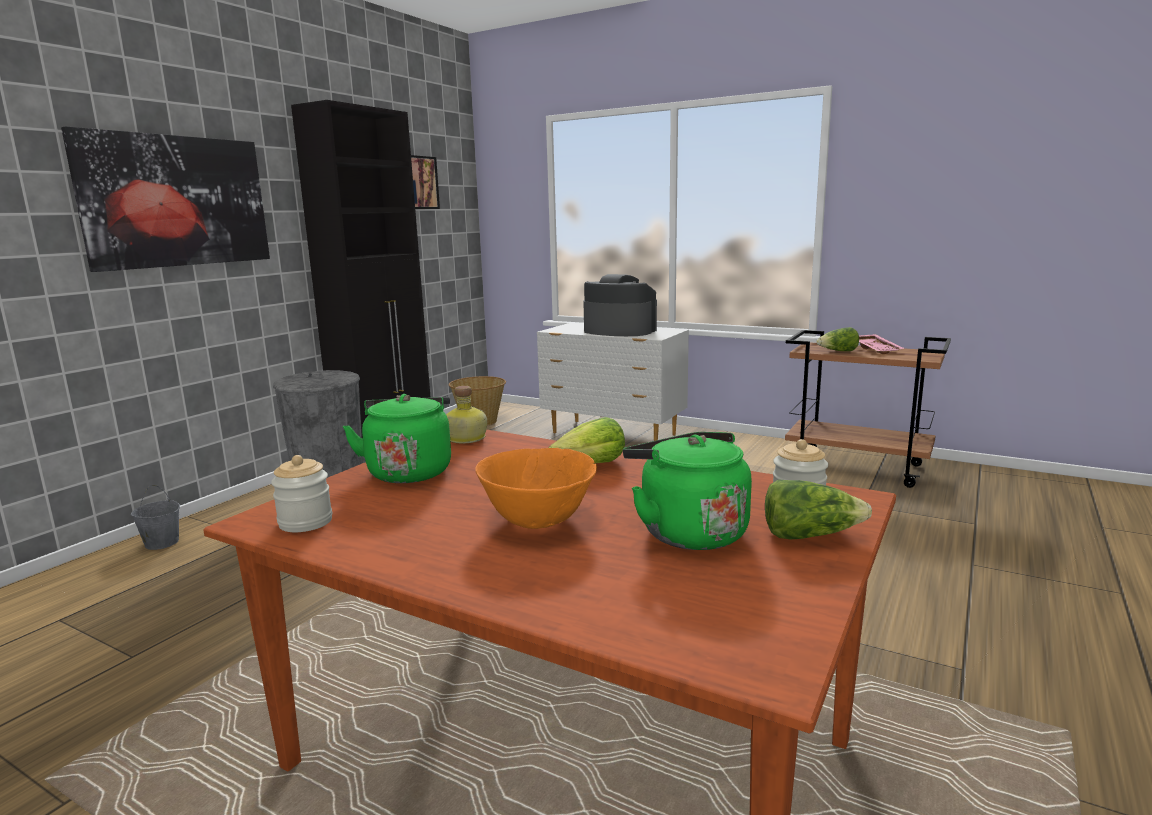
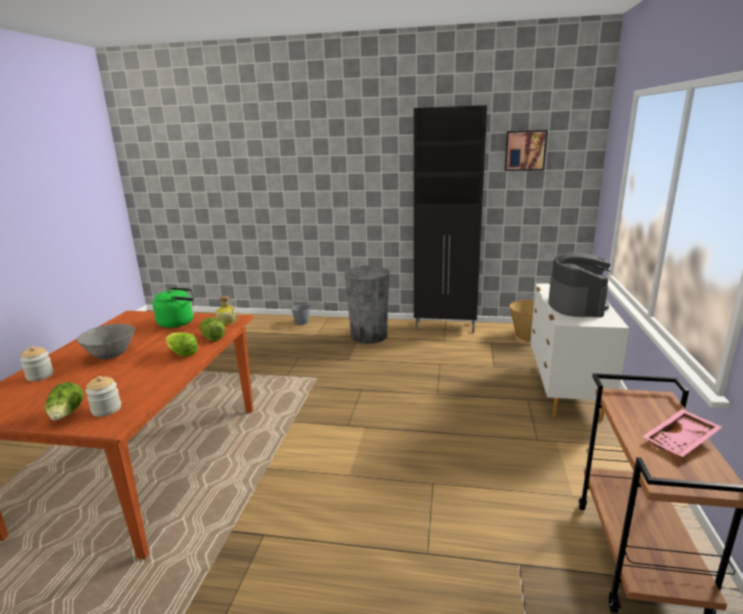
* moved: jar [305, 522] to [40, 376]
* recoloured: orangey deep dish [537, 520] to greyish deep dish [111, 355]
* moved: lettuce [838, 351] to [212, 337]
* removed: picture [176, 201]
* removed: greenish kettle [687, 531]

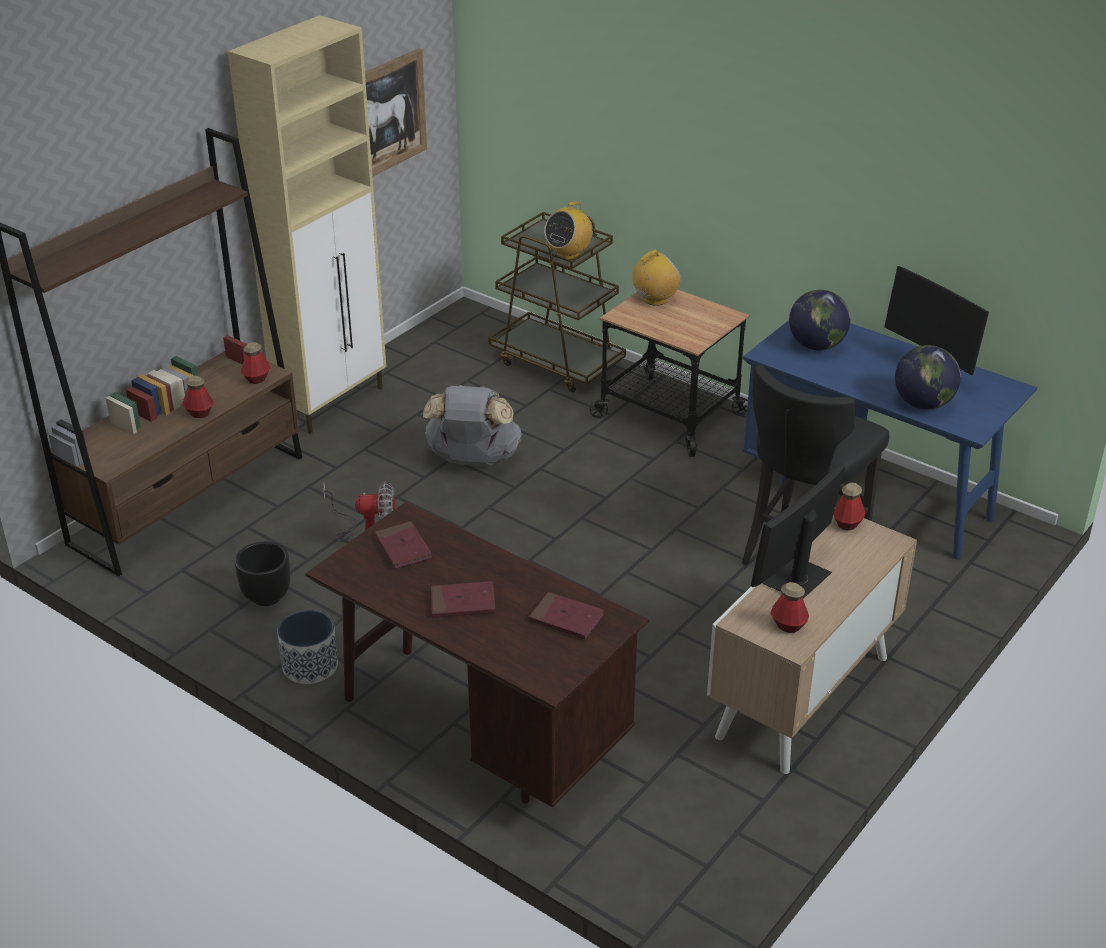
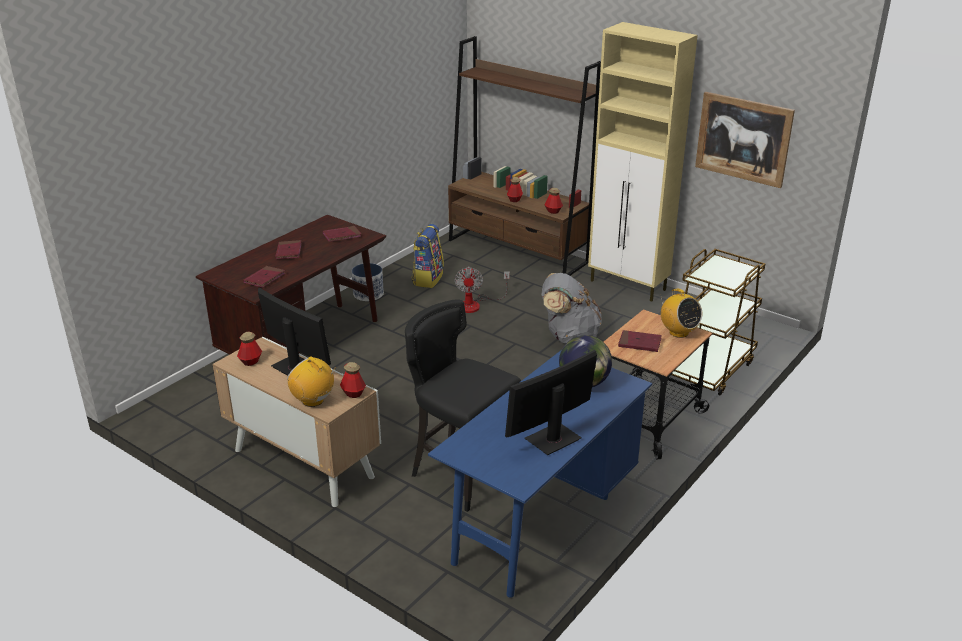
* moved: radio [568, 254] to [313, 400]
* replaced: black flower pot [266, 597] to knapsack [427, 278]
* added: red bound book [639, 343]
* removed: globe [923, 404]

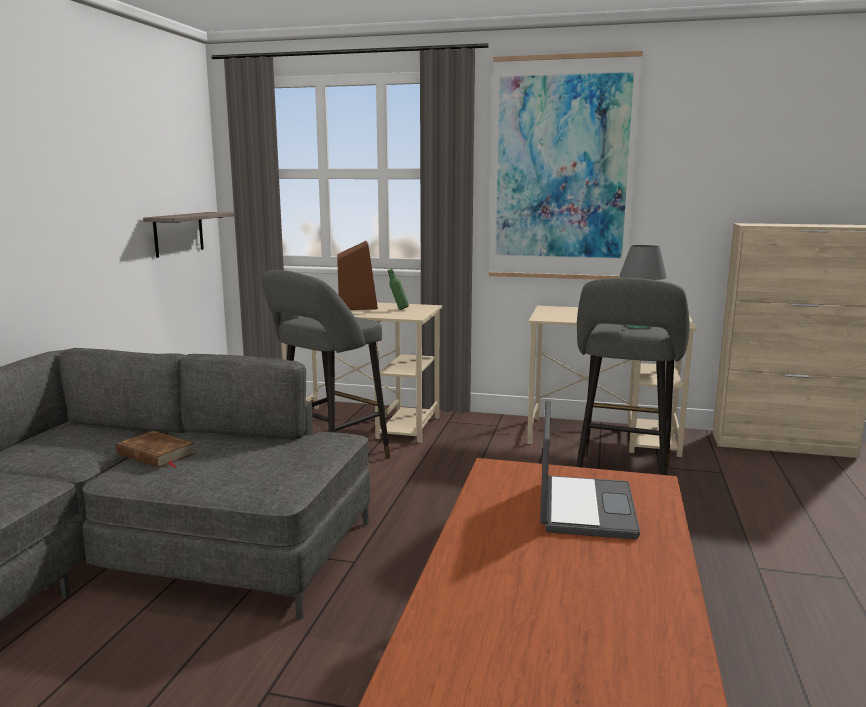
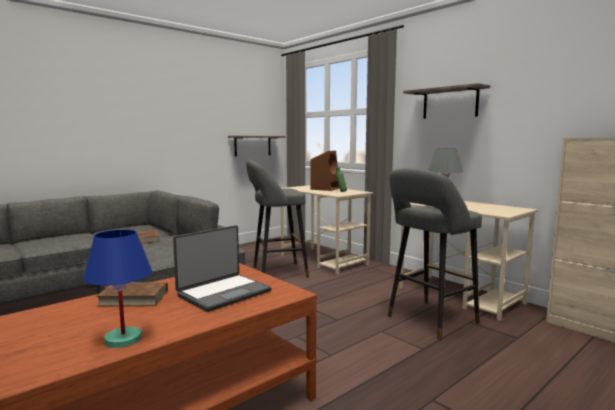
* added: blue lamp for a table [123, 340]
* added: brown-coloured bound book [133, 298]
* replaced: picture [561, 170] to bracket shelf [450, 103]

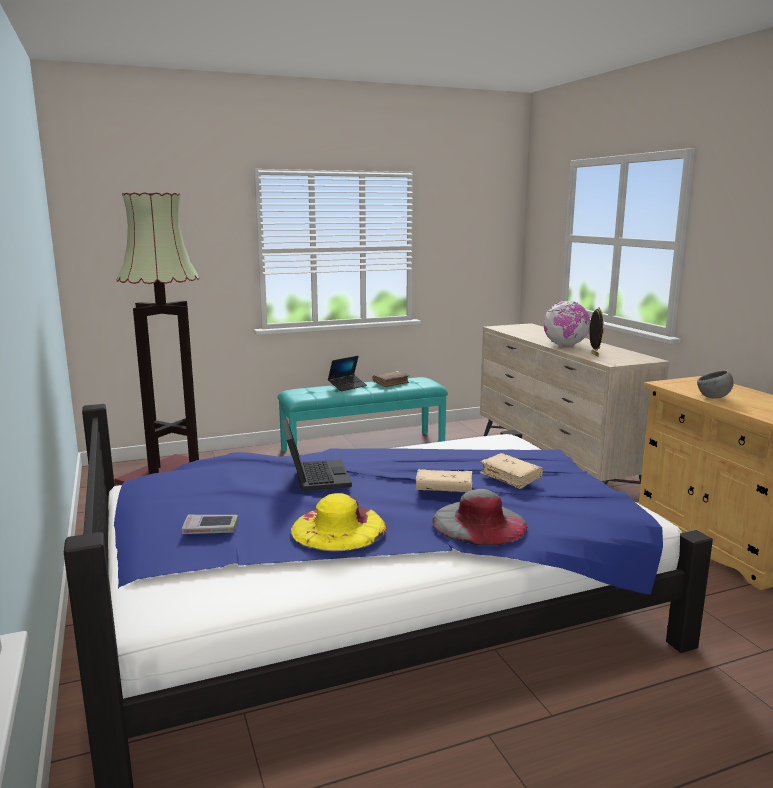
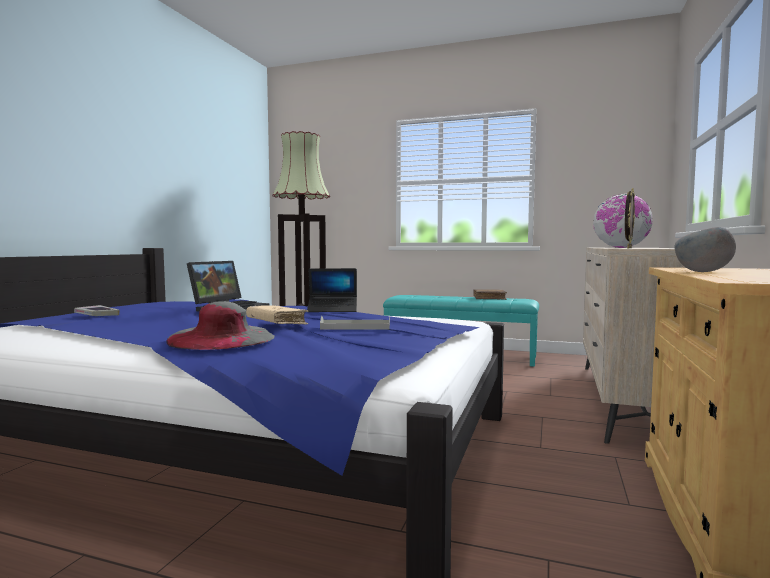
* moved: laptop [347, 386] to [332, 310]
* replaced: sand-coloured bound book [510, 477] to greyish tray [355, 327]
* removed: yellow-coloured hat [339, 528]

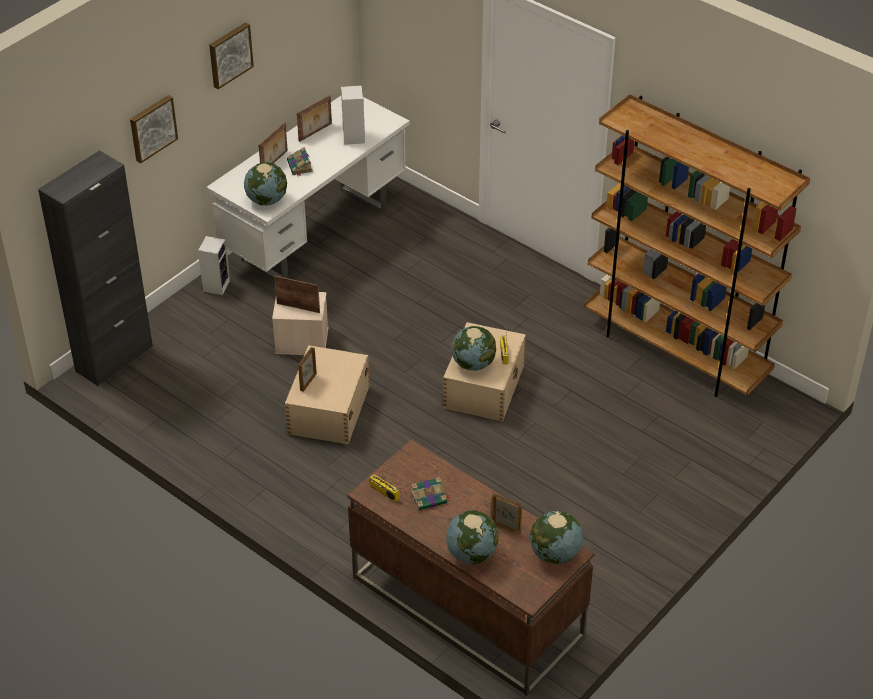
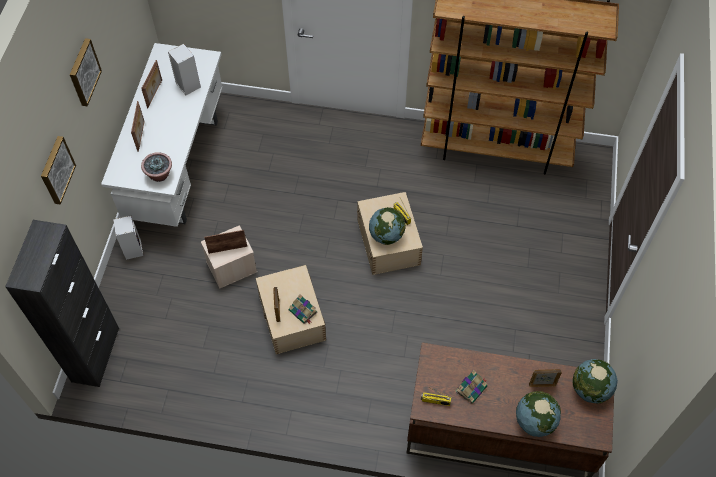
* replaced: globe [266, 200] to plant in a pot [159, 175]
* moved: bound book [300, 166] to [303, 311]

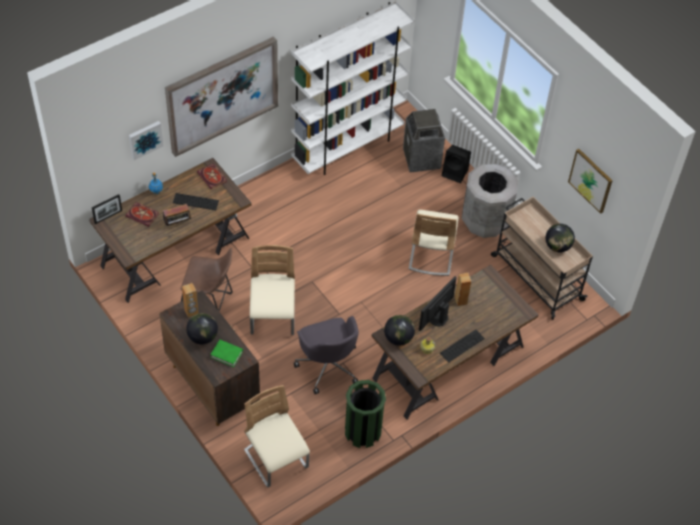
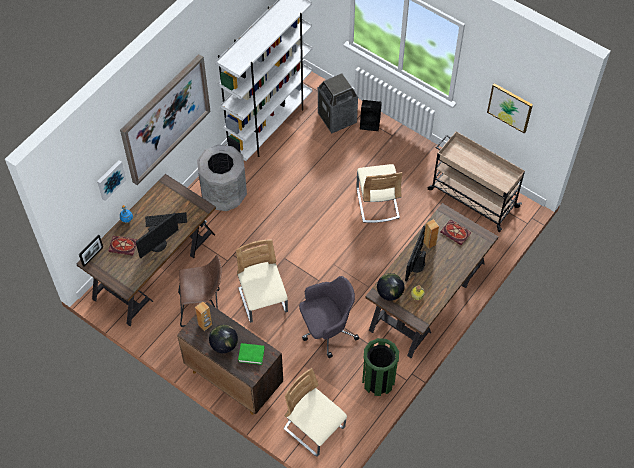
* replaced: radio [178, 223] to monitor [158, 245]
* moved: greyish waste bin [485, 221] to [224, 194]
* turned: greyish desk chair [328, 365] = [326, 330] 75 degrees counterclockwise
* moved: bound book [213, 177] to [456, 233]
* removed: PC keyboard [462, 346]
* removed: globe [557, 246]

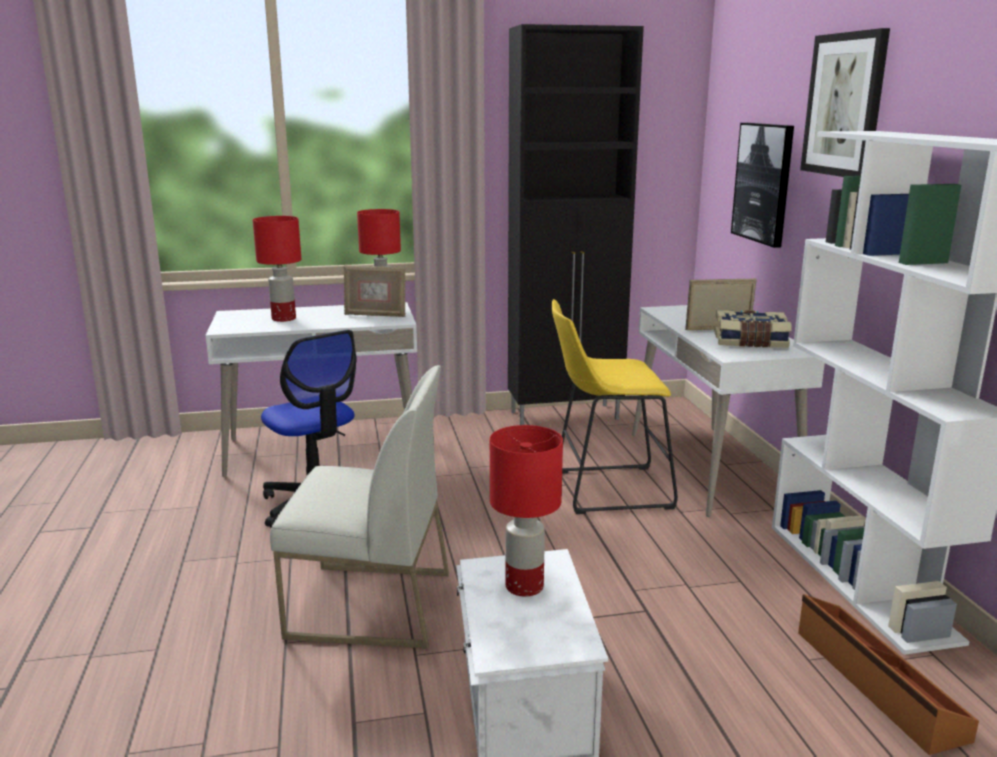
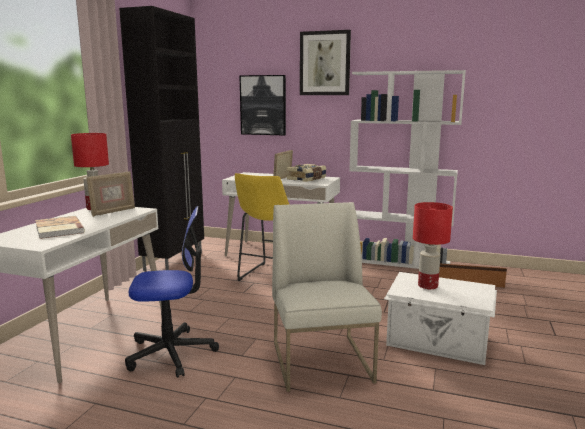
* replaced: red lamp for a table [283, 319] to bound book [58, 229]
* turned: white chair [368, 605] = [322, 362] 45 degrees counterclockwise

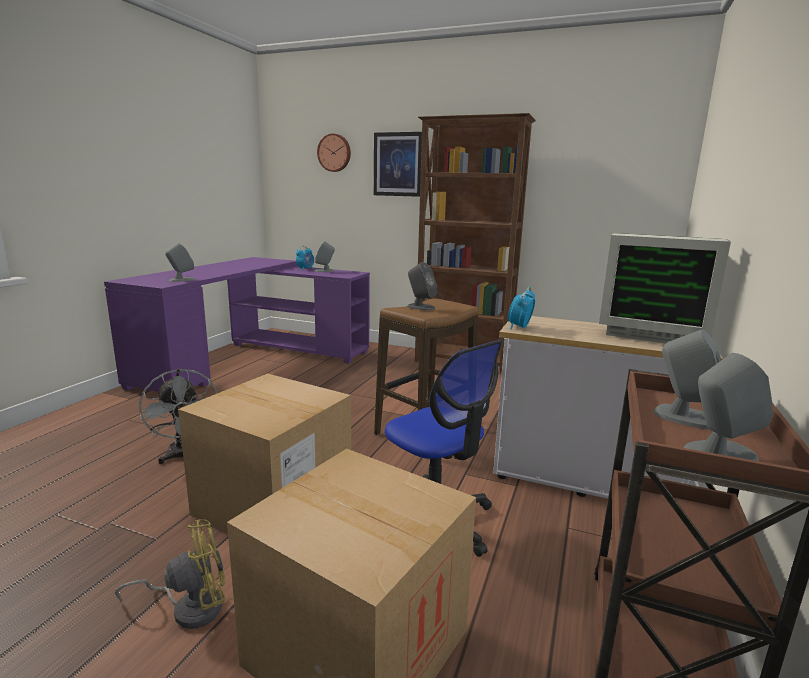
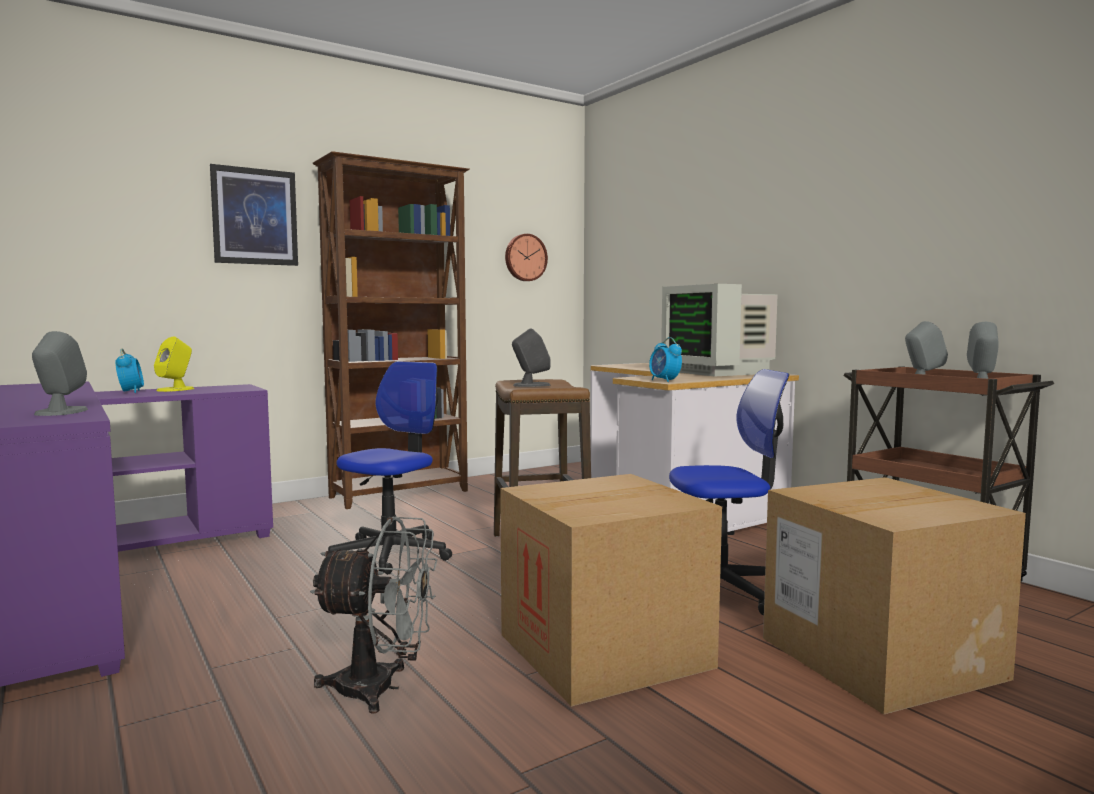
* recoloured: greyish loudspeaker [324, 270] to yellow-coloured loudspeaker [176, 389]
* added: desk chair [391, 554]
* moved: clock on the wall [334, 153] to [525, 257]
* turned: monitor [651, 331] = [719, 372] 90 degrees clockwise
* removed: yellow-coloured fan [190, 607]

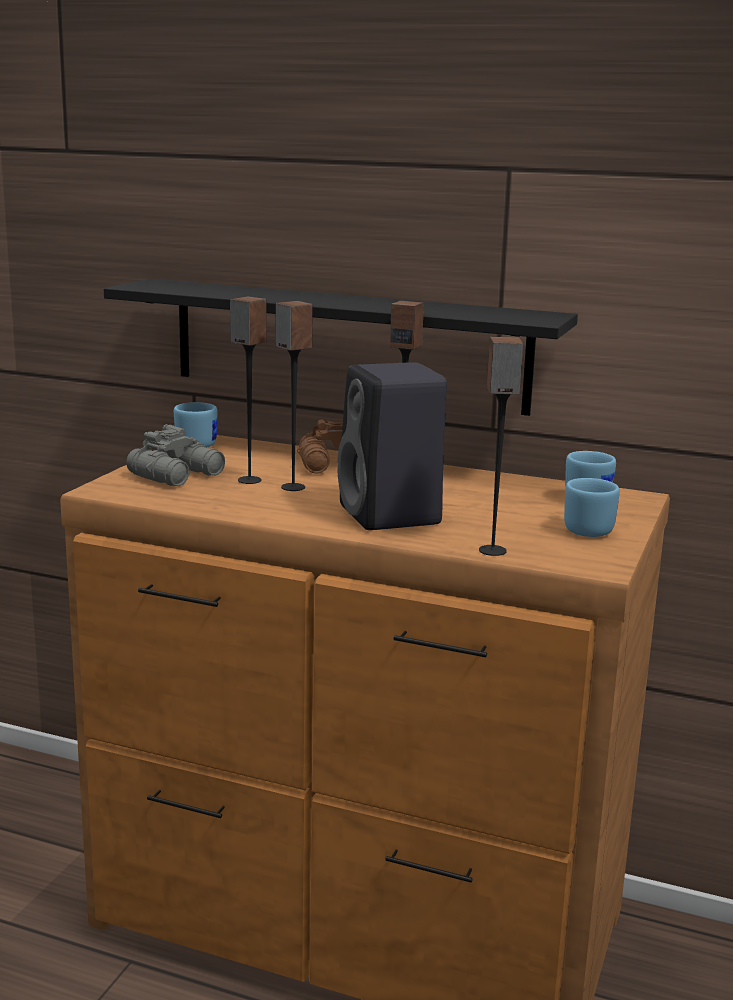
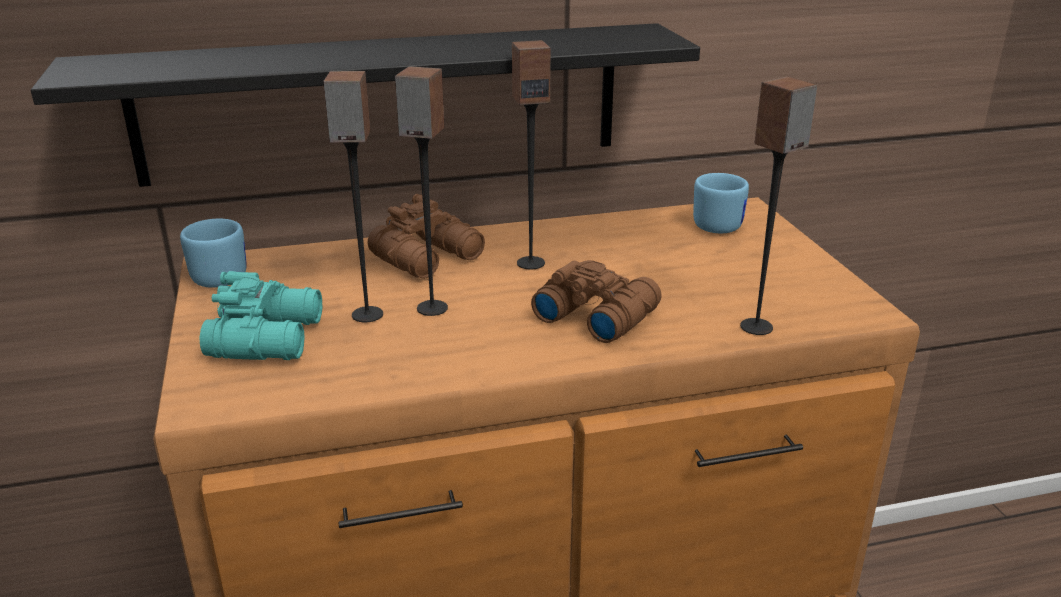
* recoloured: greyish binoculars [179, 475] to turquoise binoculars [270, 337]
* replaced: black loudspeaker [392, 516] to brown-coloured binoculars [595, 314]
* removed: blue tea mug [584, 529]

